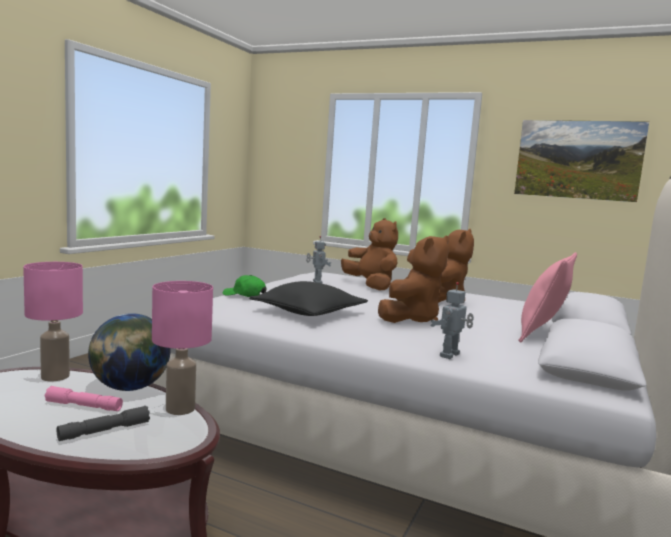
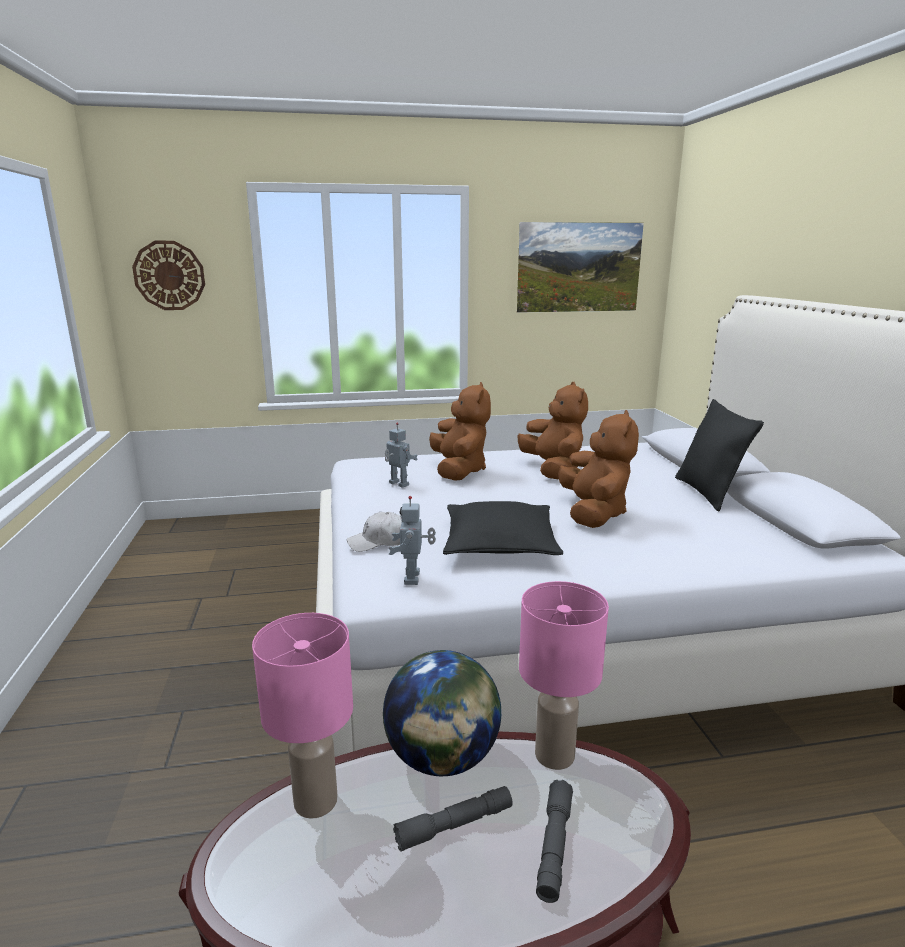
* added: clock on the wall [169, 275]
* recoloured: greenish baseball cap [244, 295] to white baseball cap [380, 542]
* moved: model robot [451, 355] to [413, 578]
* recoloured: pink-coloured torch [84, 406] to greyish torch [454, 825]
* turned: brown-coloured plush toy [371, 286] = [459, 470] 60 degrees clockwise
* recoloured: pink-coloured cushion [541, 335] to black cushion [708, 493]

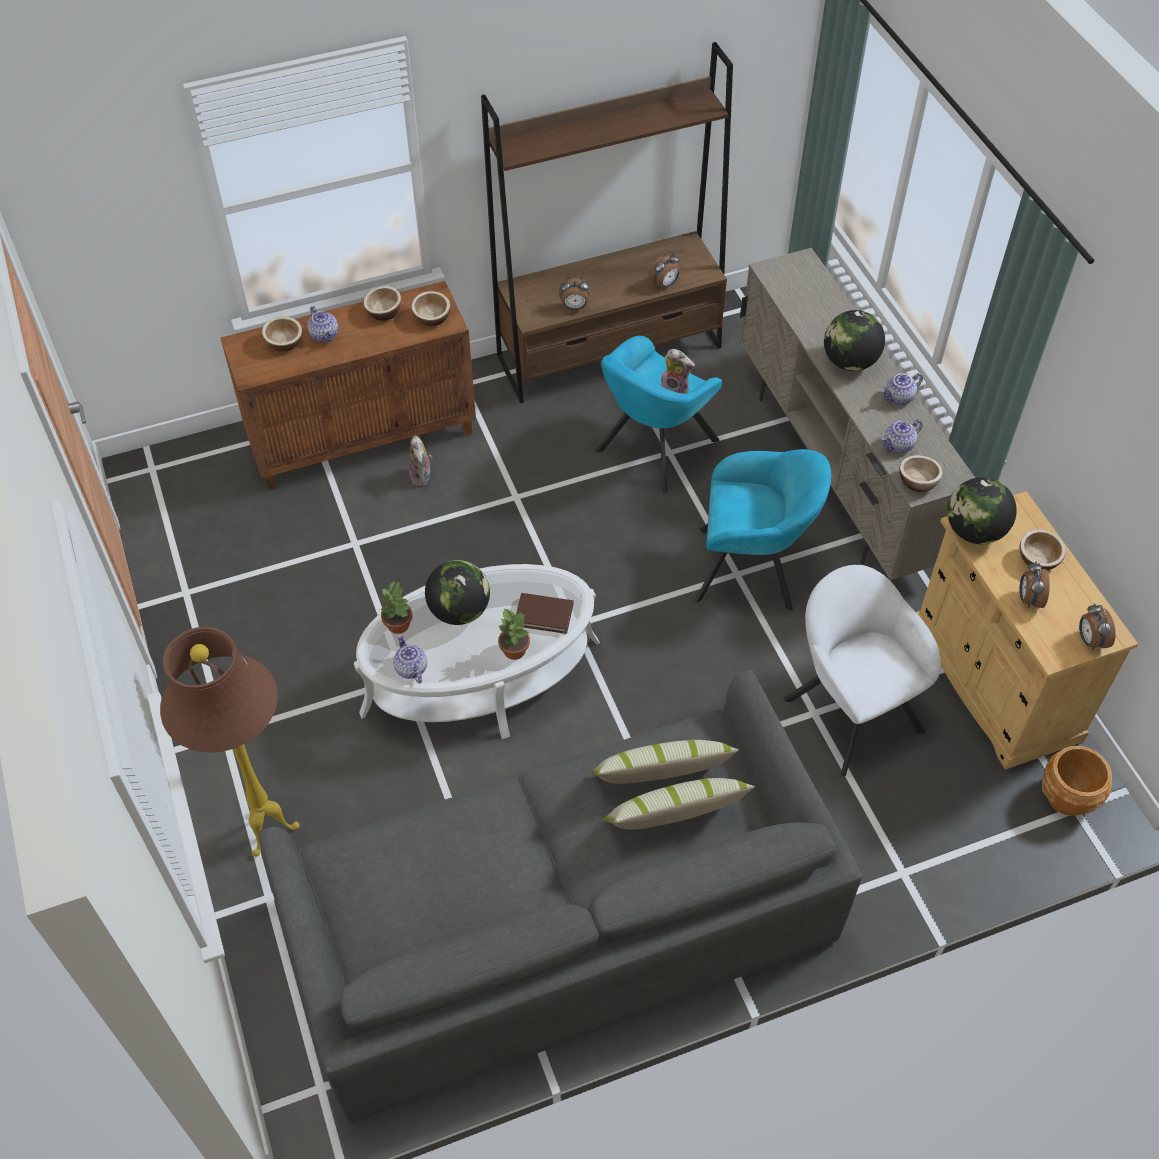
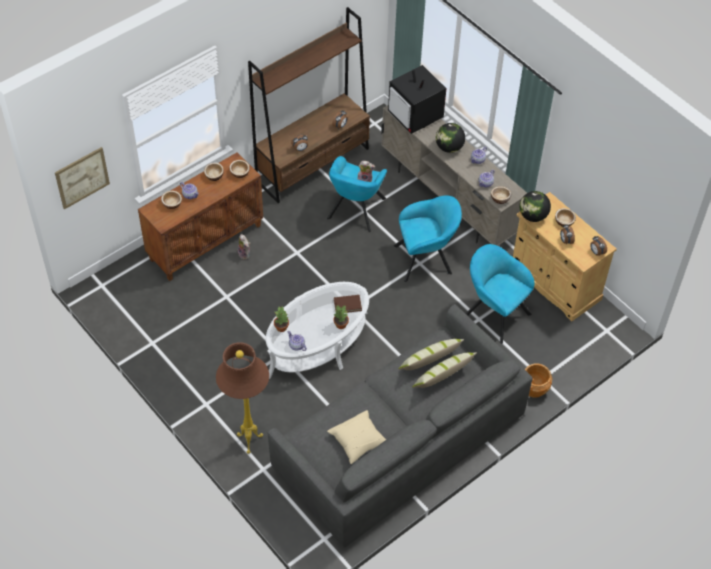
* added: picture [82, 177]
* added: sand-coloured cushion [358, 441]
* added: TV [416, 116]
* recoloured: white easy chair [849, 709] to turquoise easy chair [494, 313]
* moved: brown-coloured flower pot [1067, 797] to [534, 389]
* removed: globe [459, 611]

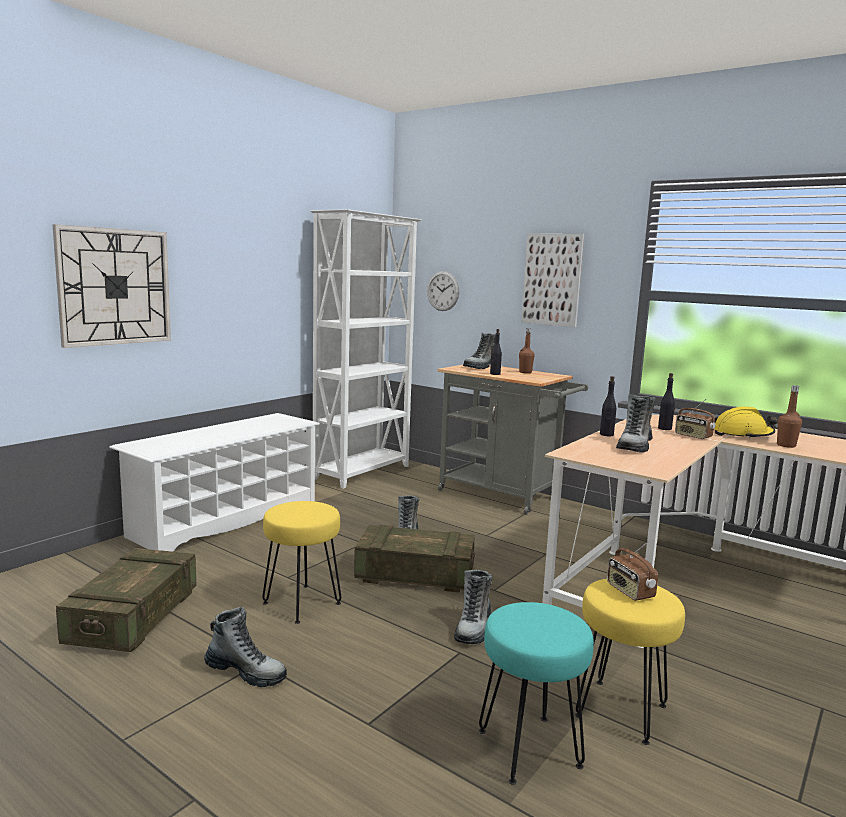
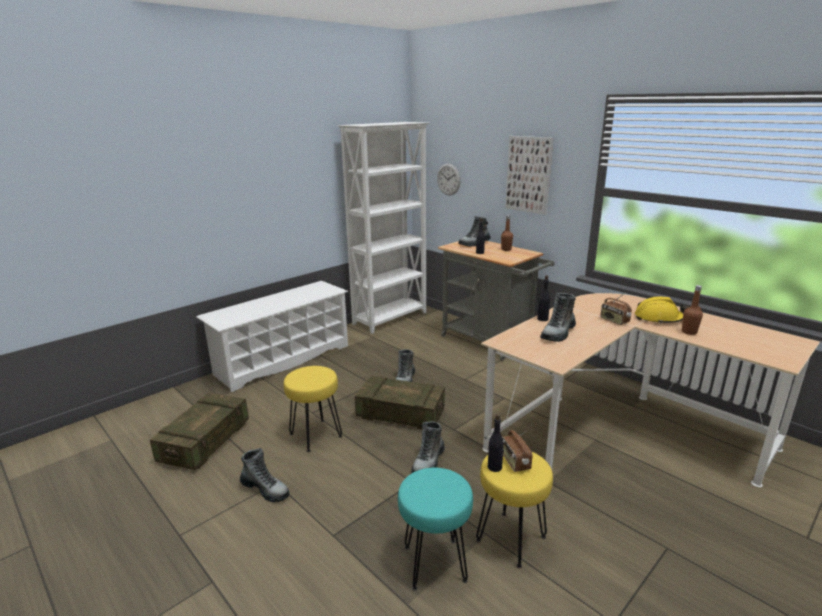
* moved: black bottle [665, 428] to [495, 467]
* removed: clock on the wall [115, 287]

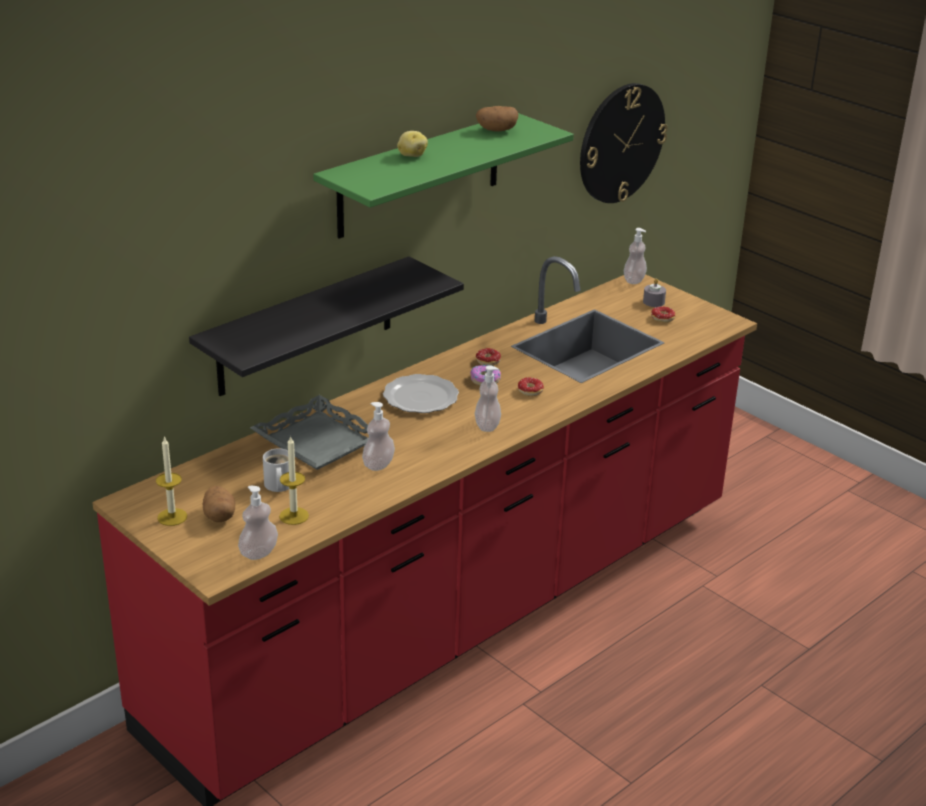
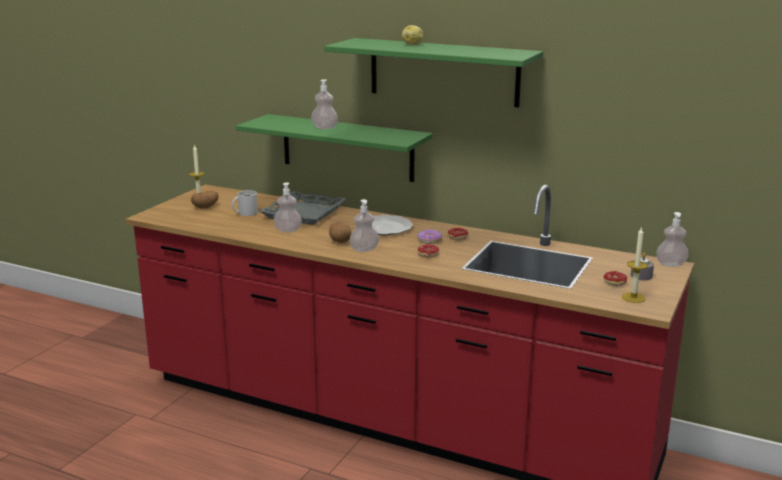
* recoloured: black bracket shelf [306, 327] to greenish bracket shelf [347, 147]
* moved: liquid soap bottle [259, 553] to [324, 128]
* moved: whole potato [496, 130] to [340, 241]
* moved: wax light [294, 516] to [633, 297]
* removed: clock on the wall [621, 143]

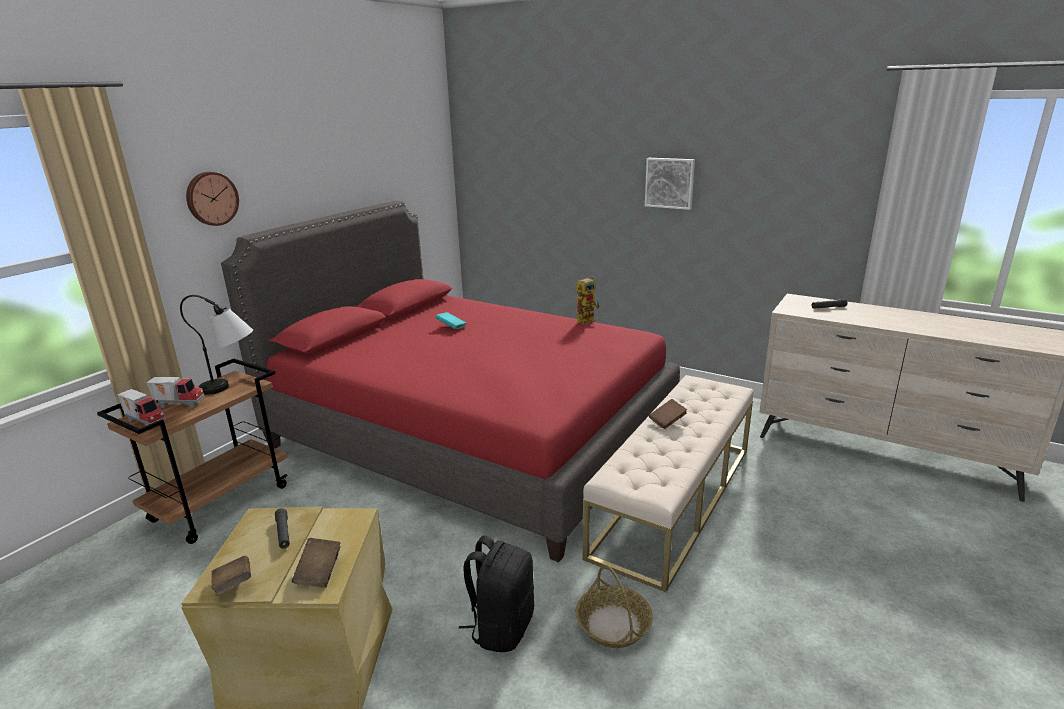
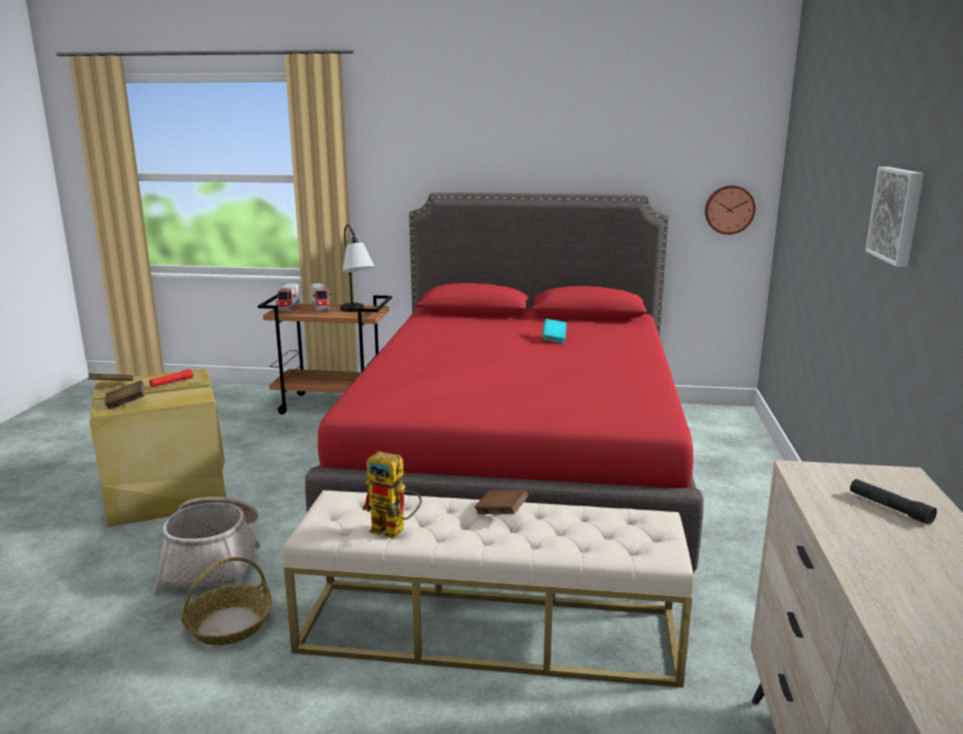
* recoloured: black torch [283, 533] to red torch [171, 382]
* replaced: black knapsack [501, 627] to household basket [214, 561]
* moved: model robot [587, 320] to [395, 530]
* moved: clock on the wall [211, 198] to [729, 209]

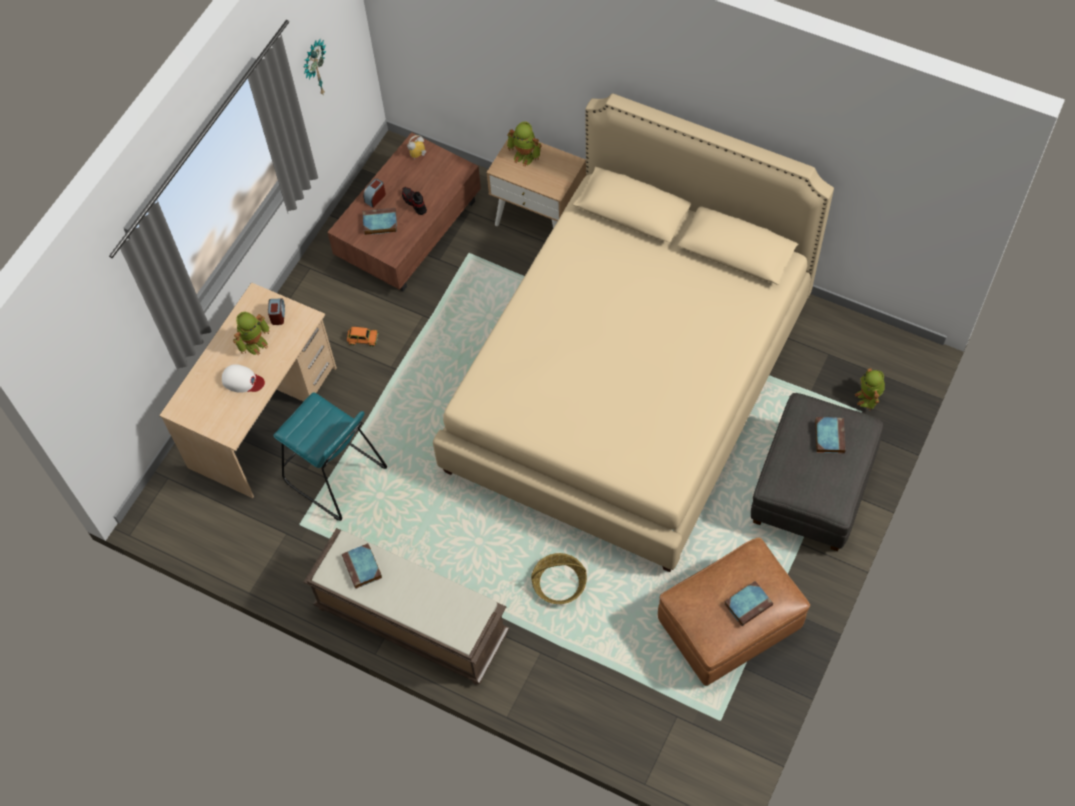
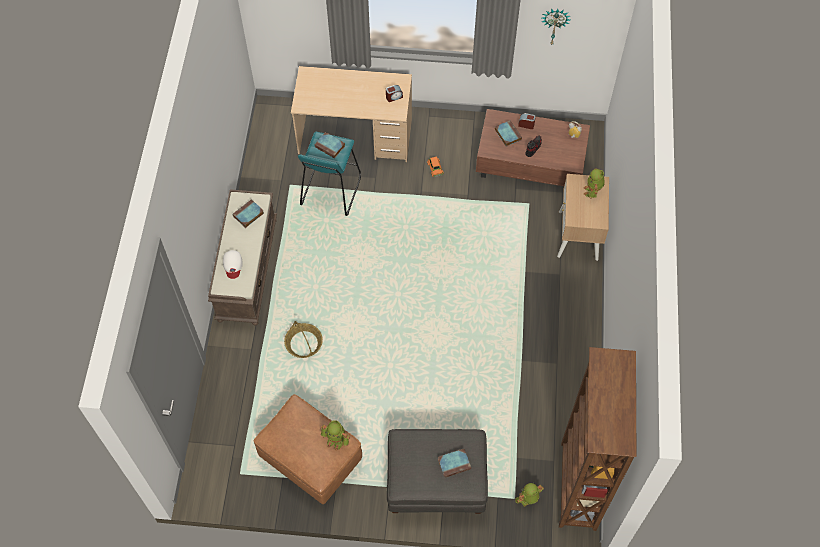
* moved: white baseball cap [242, 381] to [232, 265]
* moved: bound book [748, 604] to [330, 146]
* moved: model robot [254, 343] to [336, 440]
* added: brown-coloured shelving unit [577, 486]
* removed: sand-coloured sleeping bed [629, 383]

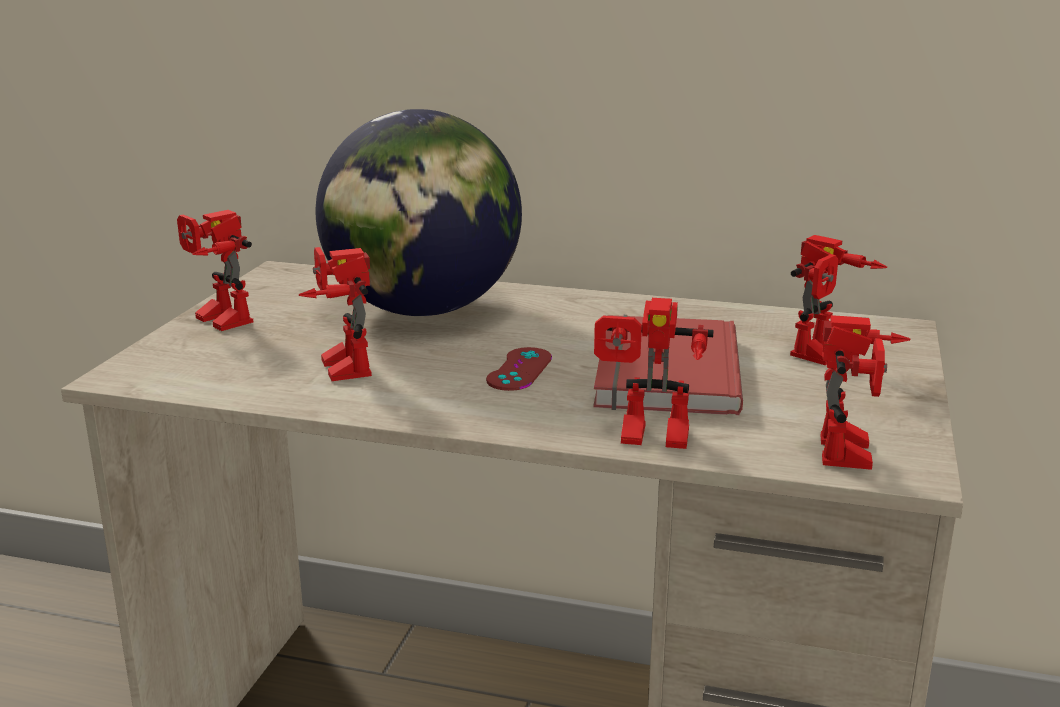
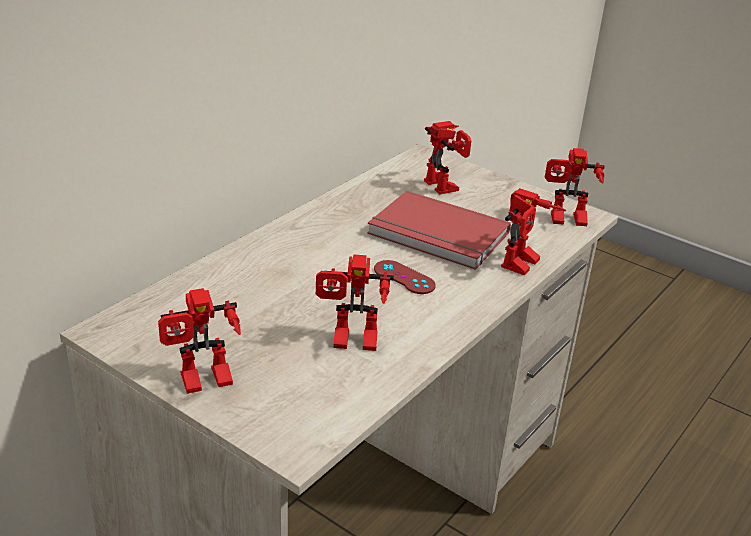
* turned: model robot [856, 455] = [566, 221] 150 degrees clockwise
* removed: globe [422, 310]

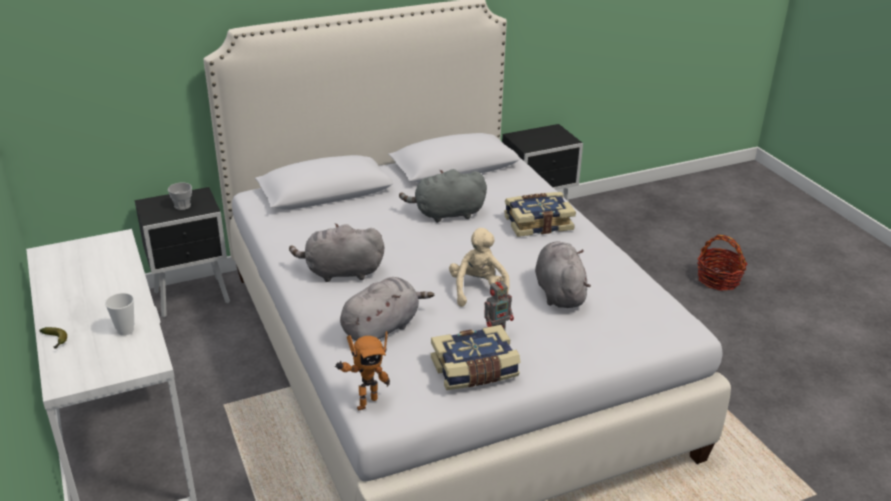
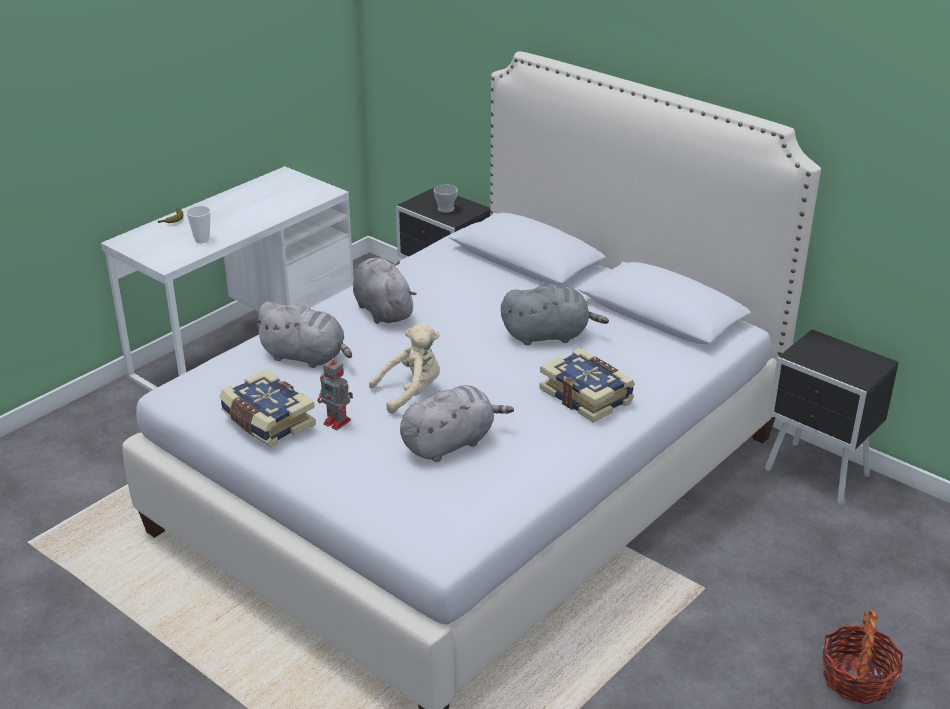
* turned: greyish plush toy [446, 214] = [548, 335] 120 degrees clockwise
* removed: model robot [364, 402]

